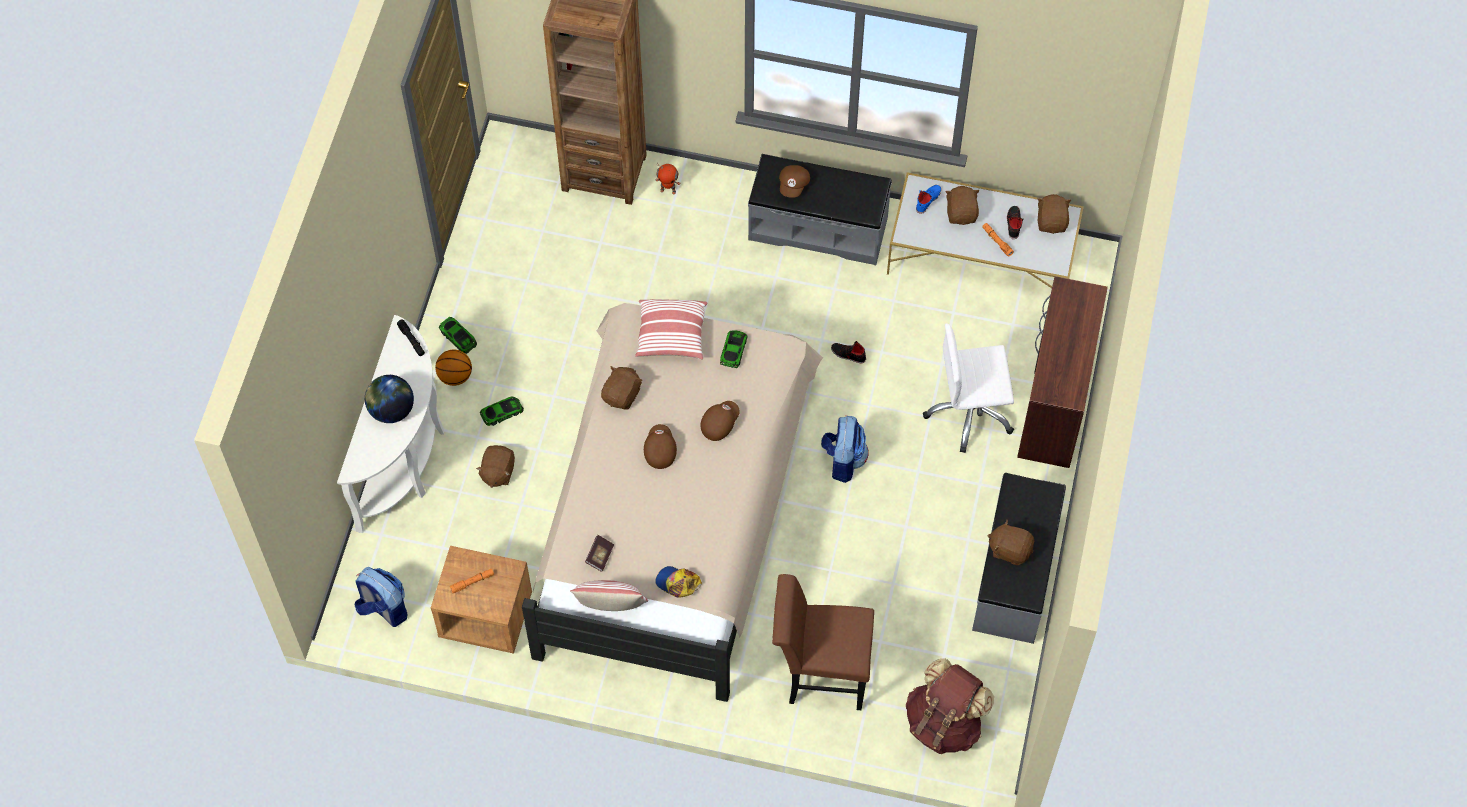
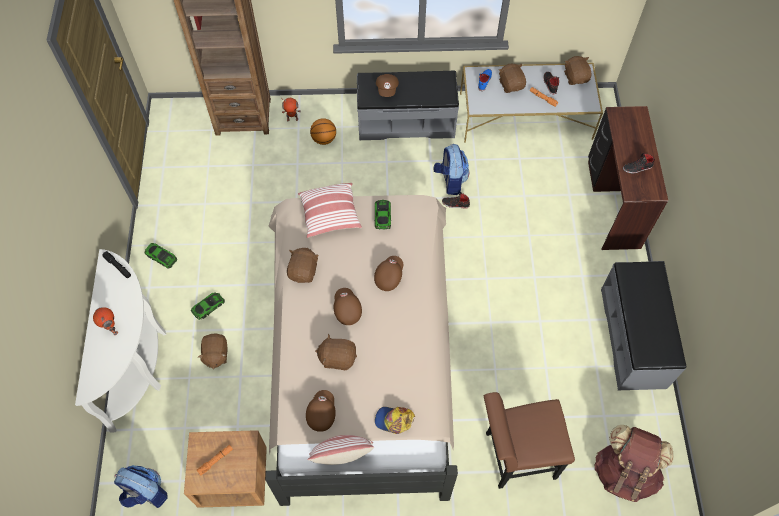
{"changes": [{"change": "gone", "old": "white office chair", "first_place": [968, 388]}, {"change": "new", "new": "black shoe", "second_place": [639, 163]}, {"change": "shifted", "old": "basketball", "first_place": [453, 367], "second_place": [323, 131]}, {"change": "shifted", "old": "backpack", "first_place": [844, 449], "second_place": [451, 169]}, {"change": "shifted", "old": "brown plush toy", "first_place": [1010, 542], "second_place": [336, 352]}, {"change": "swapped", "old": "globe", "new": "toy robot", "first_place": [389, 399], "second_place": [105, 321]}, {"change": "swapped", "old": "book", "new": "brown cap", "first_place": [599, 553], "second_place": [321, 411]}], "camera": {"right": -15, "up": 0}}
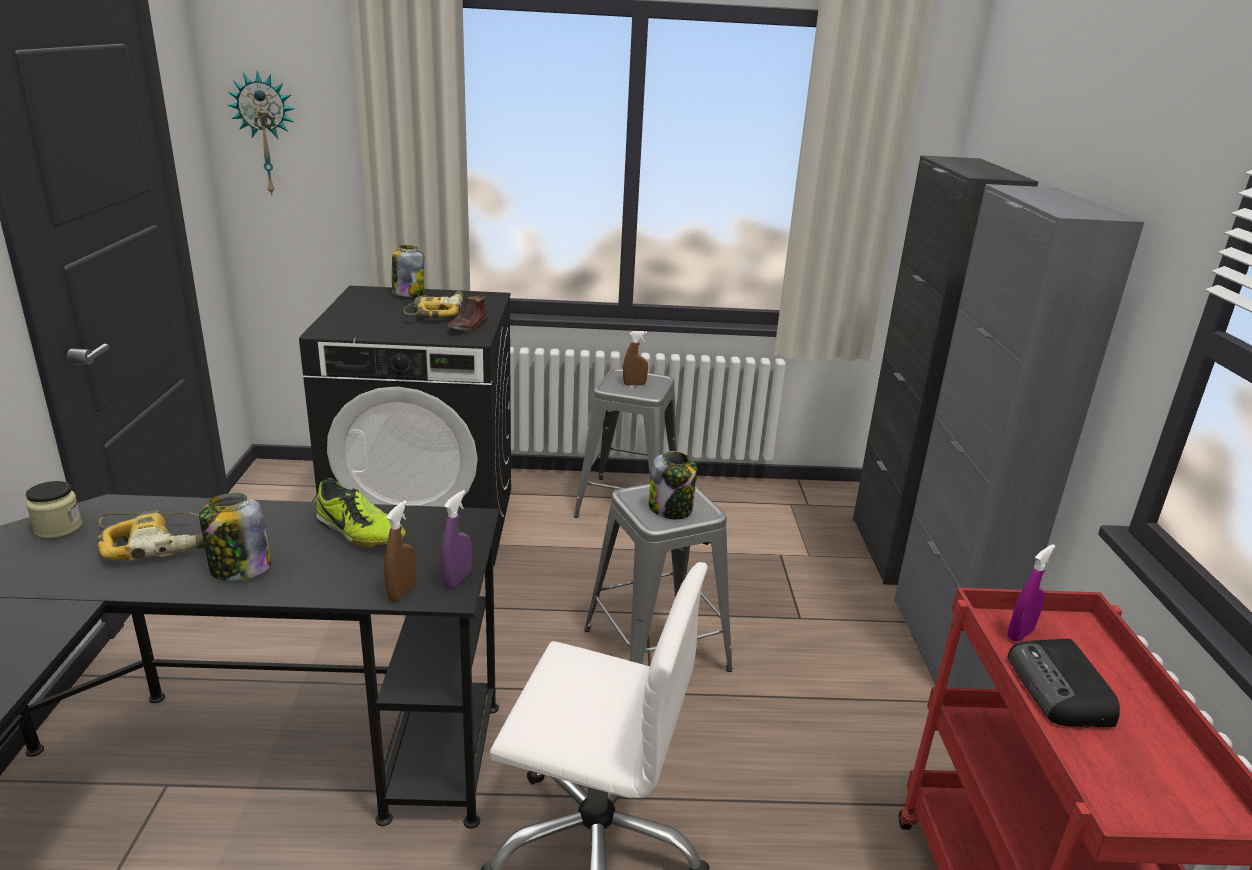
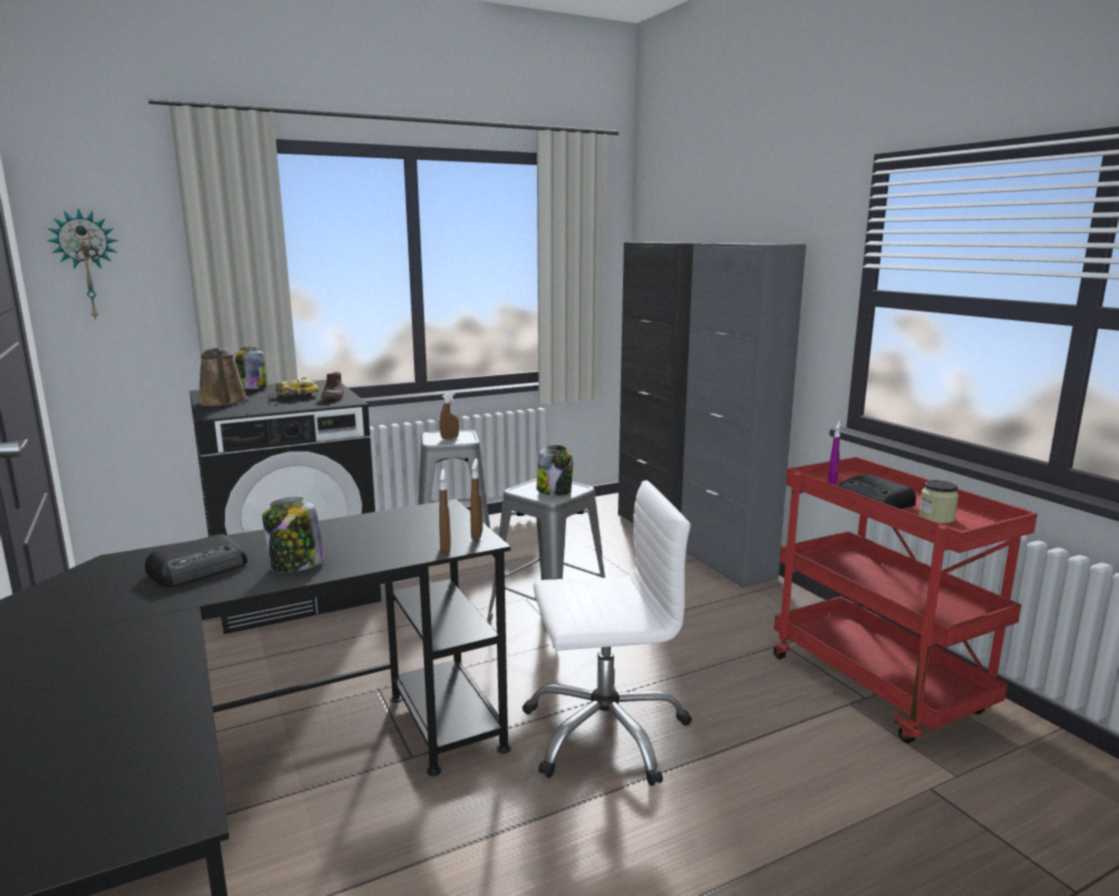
{"changes": [{"change": "gone", "old": "shoe", "first_place": [361, 512]}, {"change": "new", "new": "brown watering can", "second_place": [223, 377]}, {"change": "shifted", "old": "jar", "first_place": [54, 510], "second_place": [939, 501]}, {"change": "swapped", "old": "power drill", "new": "radio", "first_place": [151, 535], "second_place": [196, 560]}, {"change": "repainted", "old": "purple spray bottle", "new": "brown spray bottle", "first_place": [456, 539], "second_place": [476, 499]}], "camera": {"right": -25, "up": -10}}
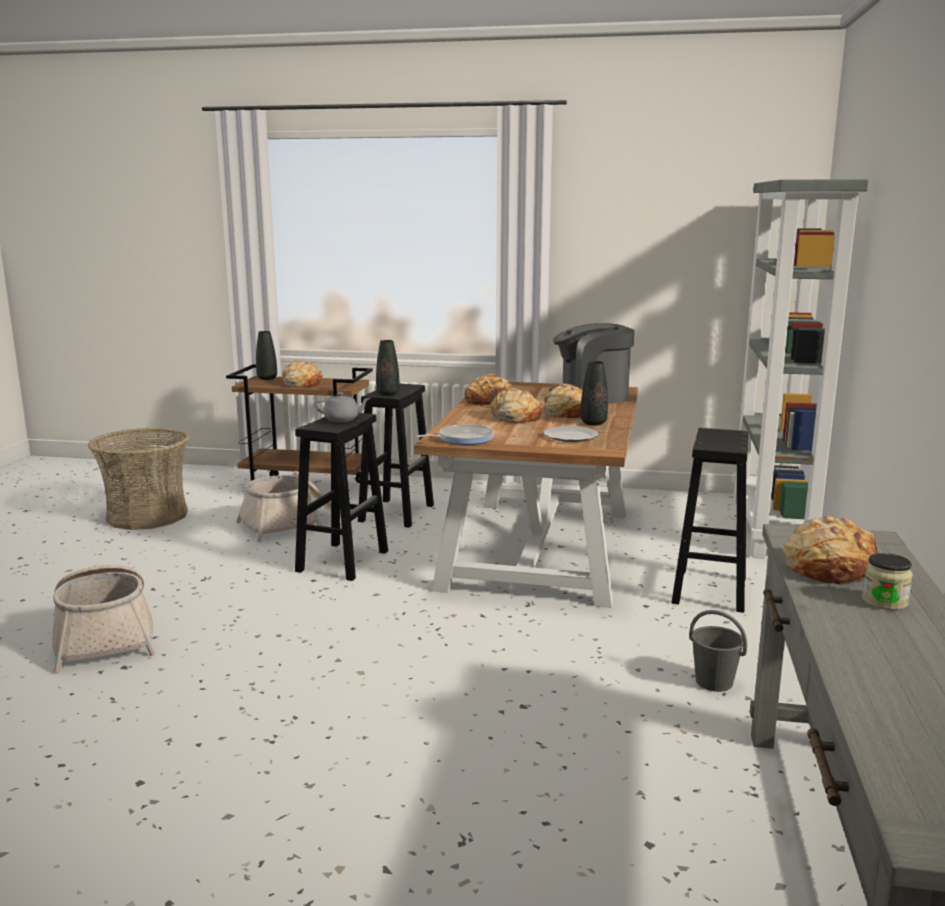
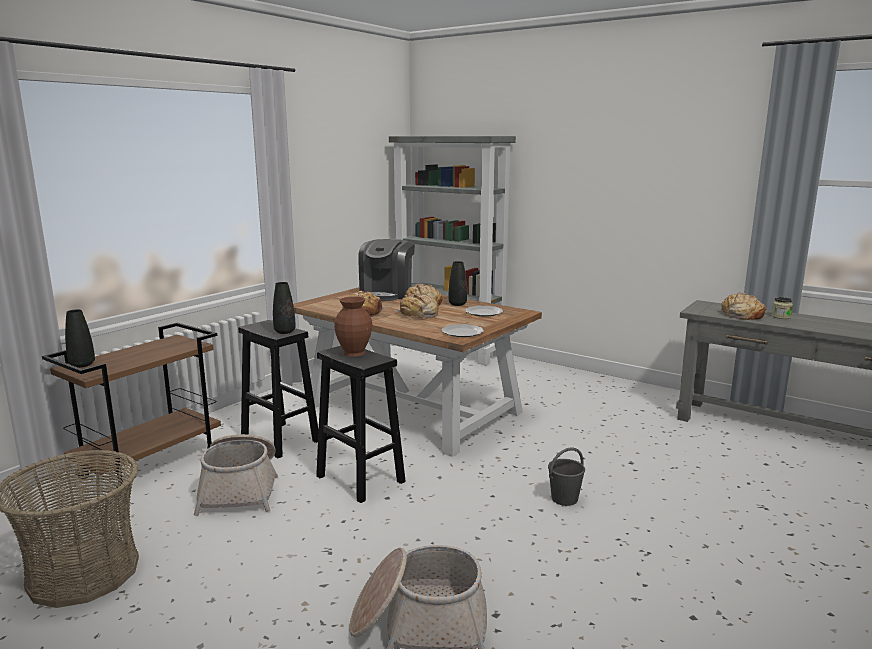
{"changes": [{"change": "gone", "old": "bread", "first_place": [301, 373]}, {"change": "gone", "old": "black stool", "first_place": [710, 520]}, {"change": "shifted", "old": "grey bucket", "first_place": [718, 651], "second_place": [566, 476]}, {"change": "swapped", "old": "grey teapot", "new": "brown vase", "first_place": [342, 407], "second_place": [353, 326]}, {"change": "swapped", "old": "frying pan", "new": "plate", "first_place": [455, 435], "second_place": [462, 330]}], "camera": {"right": -65, "up": 0}}
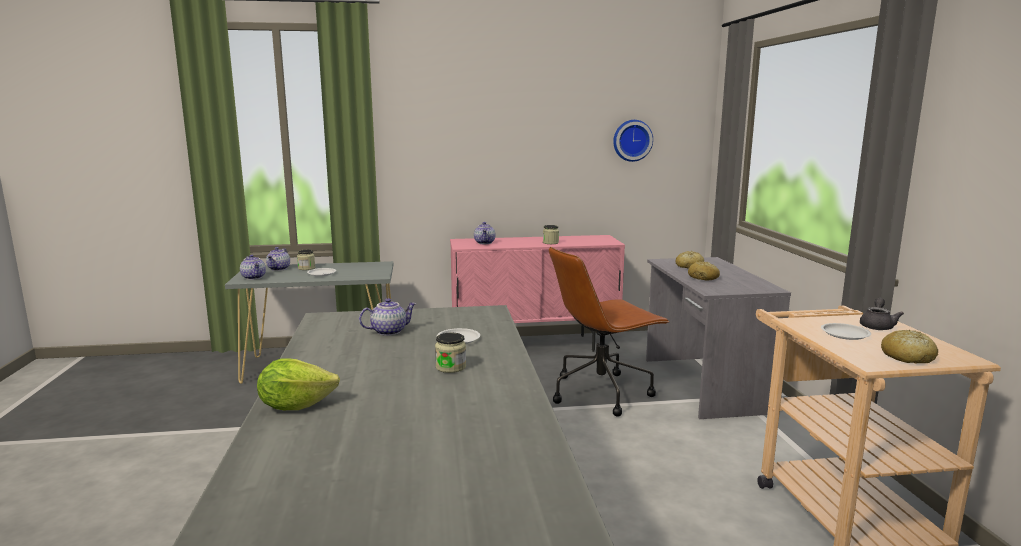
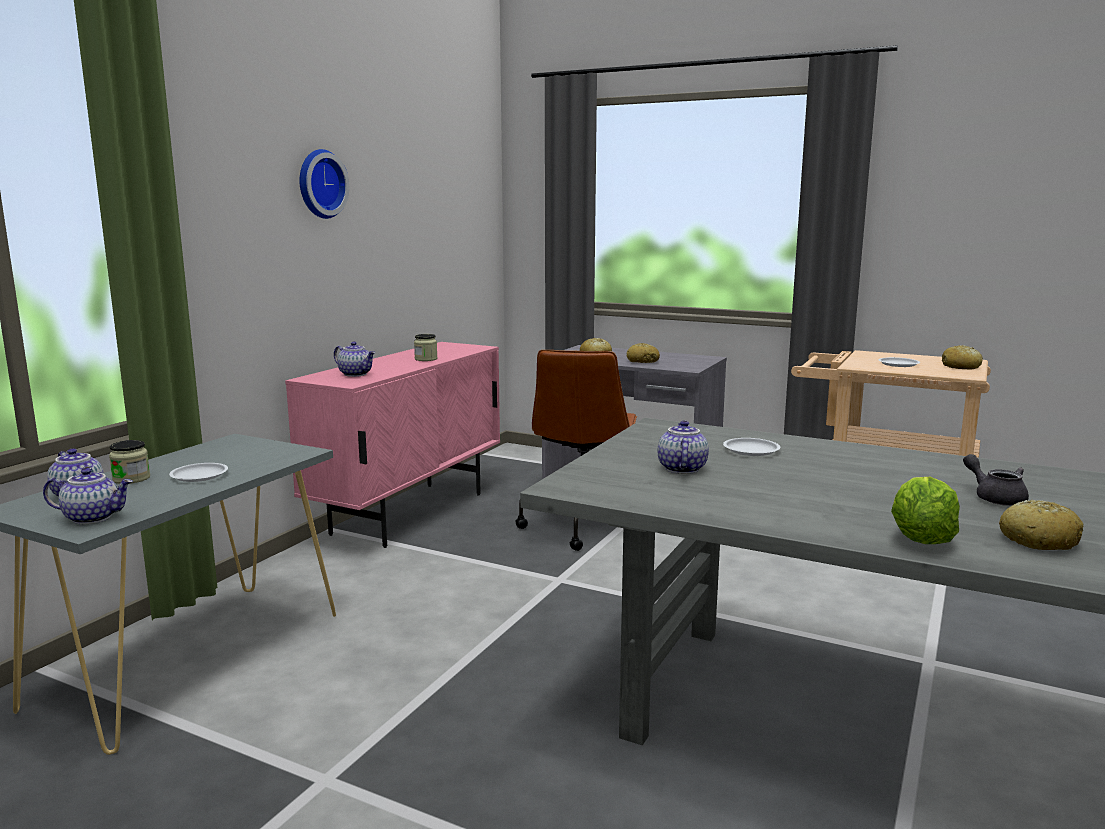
{"changes": [{"change": "gone", "old": "jar", "first_place": [450, 353]}, {"change": "new", "new": "bread", "second_place": [1041, 525]}, {"change": "shifted", "old": "wall clock", "first_place": [633, 141], "second_place": [324, 184]}, {"change": "shifted", "old": "grey teapot", "first_place": [882, 314], "second_place": [996, 480]}], "camera": {"right": -55, "up": 0}}
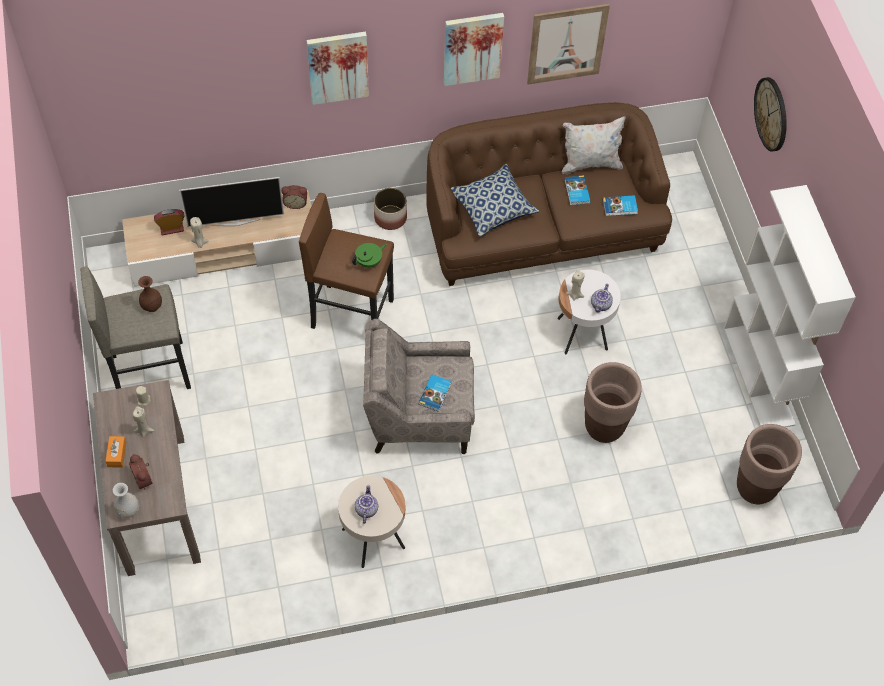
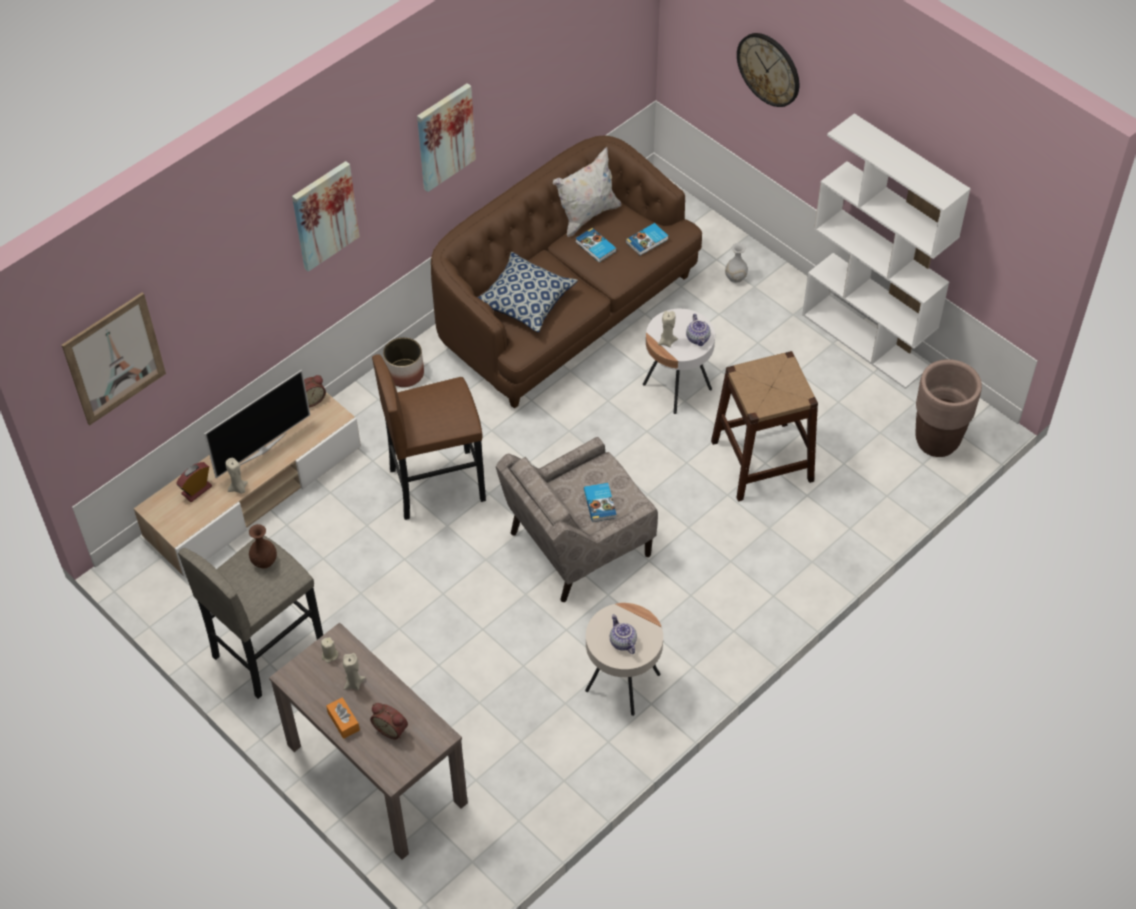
{"changes": [{"change": "gone", "old": "green teapot", "first_place": [369, 255]}, {"change": "shifted", "old": "white vase", "first_place": [126, 500], "second_place": [736, 263]}, {"change": "shifted", "old": "picture", "first_place": [568, 44], "second_place": [114, 358]}, {"change": "swapped", "old": "brown planter", "new": "brown stool", "first_place": [613, 402], "second_place": [764, 426]}], "camera": {"right": -30, "up": -5}}
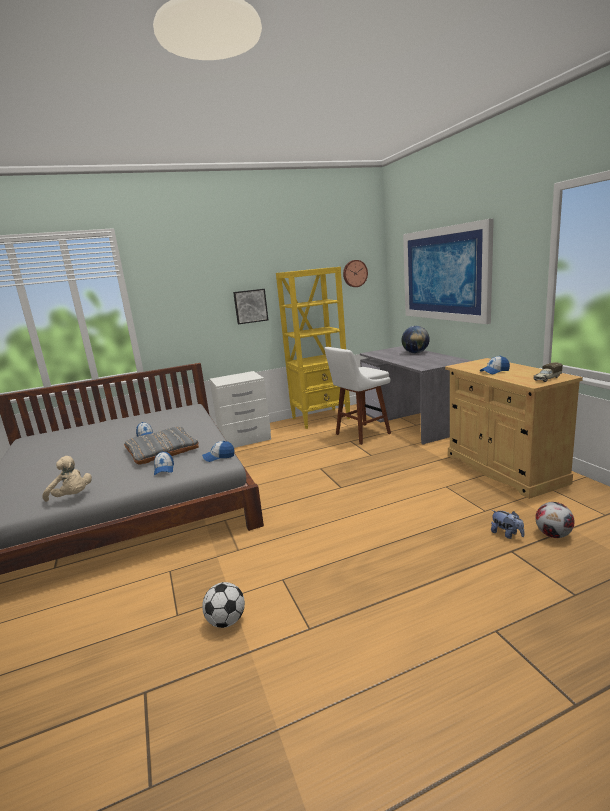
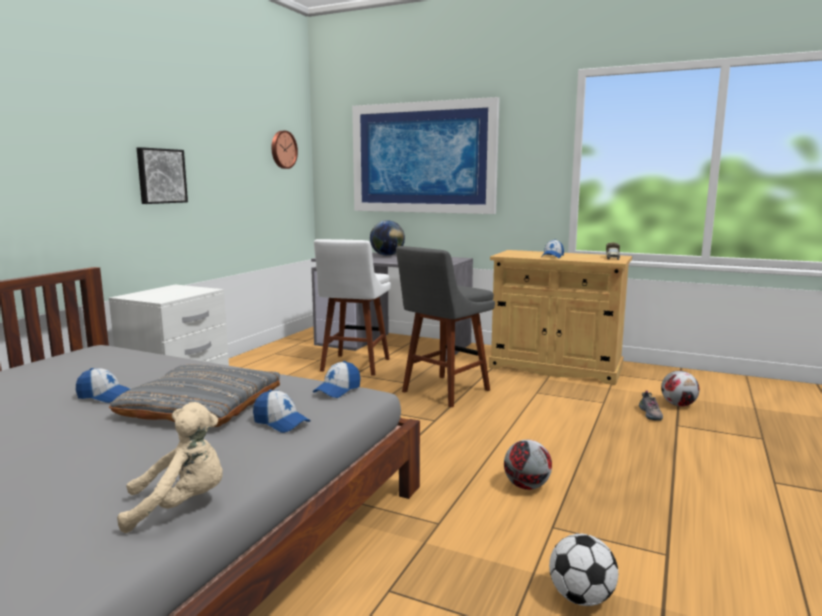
{"changes": [{"change": "gone", "old": "yellow bookcase", "first_place": [313, 348]}, {"change": "new", "new": "grey stool", "second_place": [445, 326]}, {"change": "new", "new": "football", "second_place": [528, 465]}, {"change": "swapped", "old": "plush toy", "new": "shoe", "first_place": [507, 524], "second_place": [651, 406]}], "camera": {"right": -45, "up": -5}}
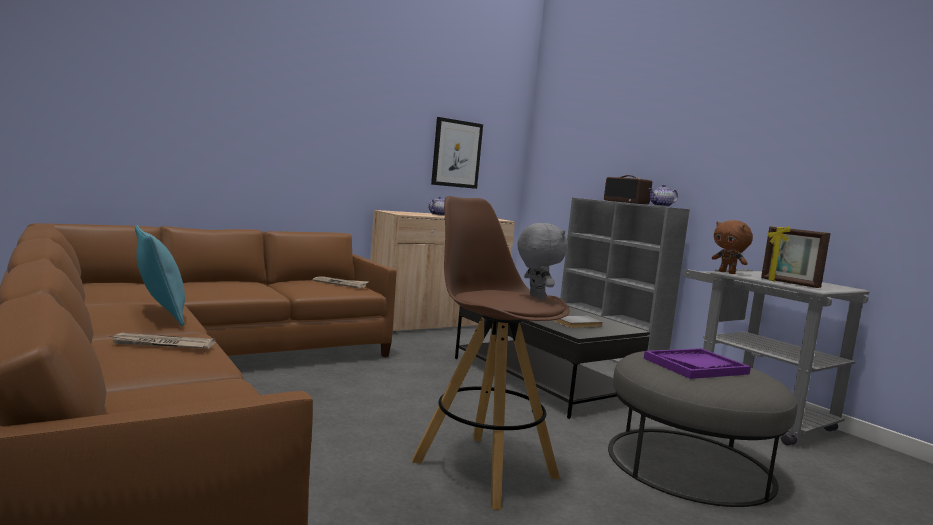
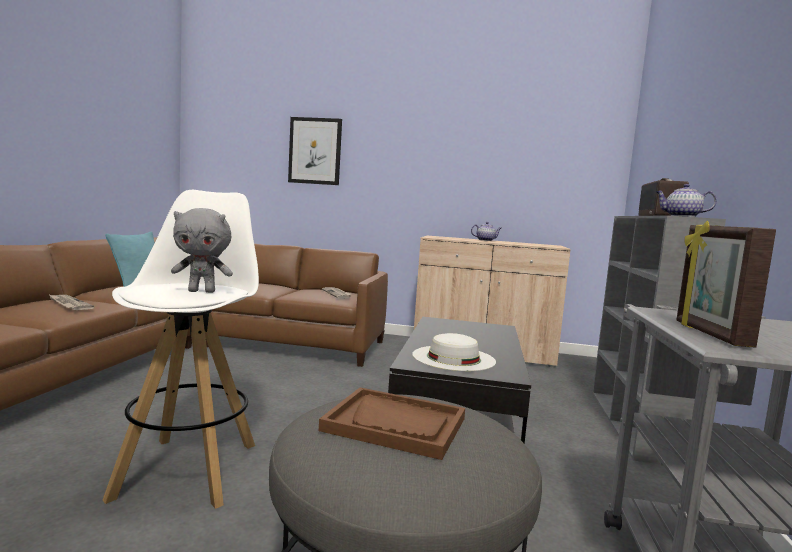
{"changes": [{"change": "gone", "old": "brown plush toy", "first_place": [732, 247]}, {"change": "shifted", "old": "picture", "first_place": [457, 153], "second_place": [315, 151]}, {"change": "swapped", "old": "grey book", "new": "white hat", "first_place": [578, 321], "second_place": [454, 352]}, {"change": "repainted", "old": "brown stool", "new": "white stool", "first_place": [491, 353], "second_place": [181, 349]}, {"change": "repainted", "old": "purple tray", "new": "brown tray", "first_place": [697, 363], "second_place": [392, 424]}, {"change": "rotated", "old": "grey plush toy", "first_place": [542, 261], "second_place": [202, 250], "degrees": 60}], "camera": {"right": 45, "up": 0}}
